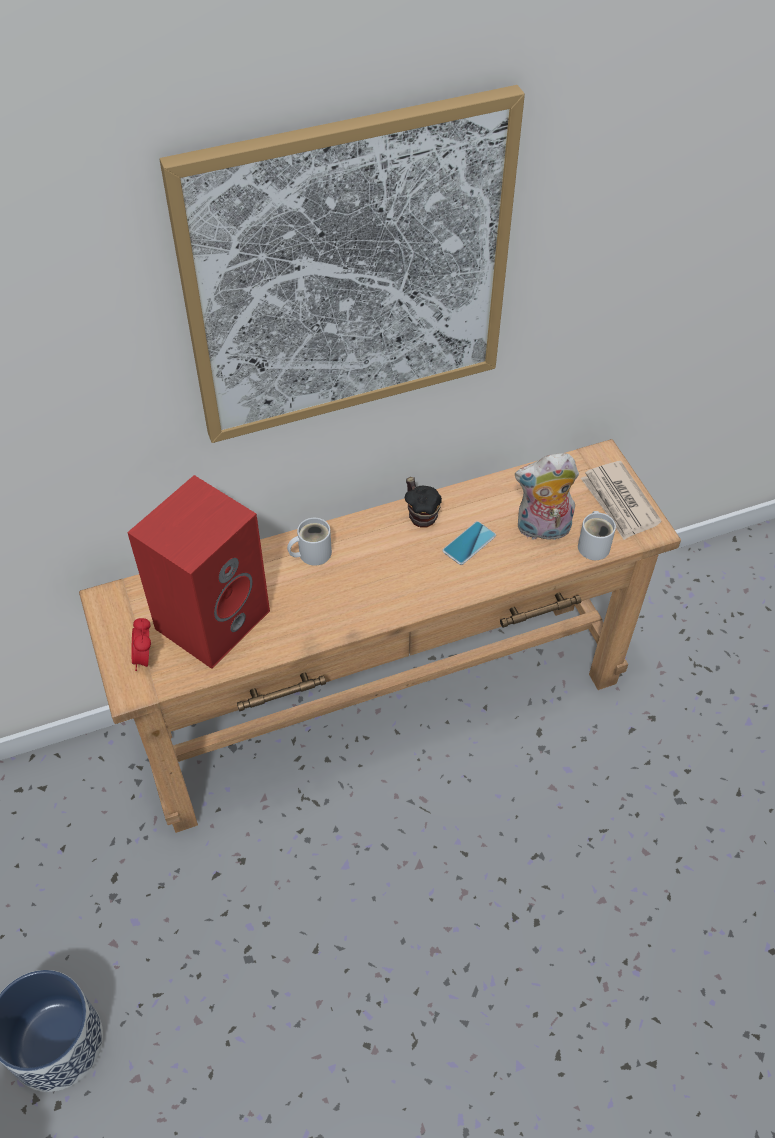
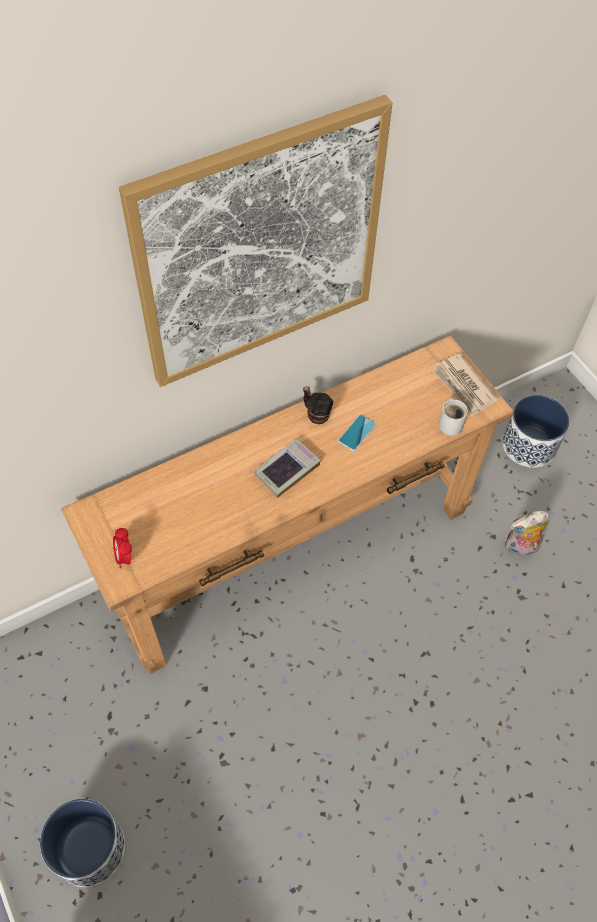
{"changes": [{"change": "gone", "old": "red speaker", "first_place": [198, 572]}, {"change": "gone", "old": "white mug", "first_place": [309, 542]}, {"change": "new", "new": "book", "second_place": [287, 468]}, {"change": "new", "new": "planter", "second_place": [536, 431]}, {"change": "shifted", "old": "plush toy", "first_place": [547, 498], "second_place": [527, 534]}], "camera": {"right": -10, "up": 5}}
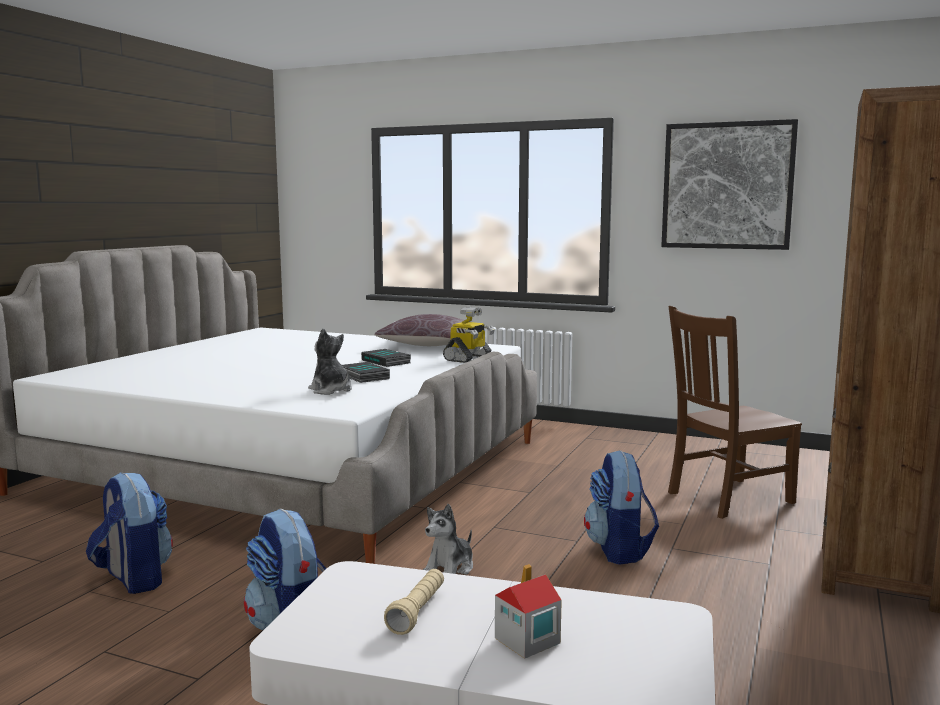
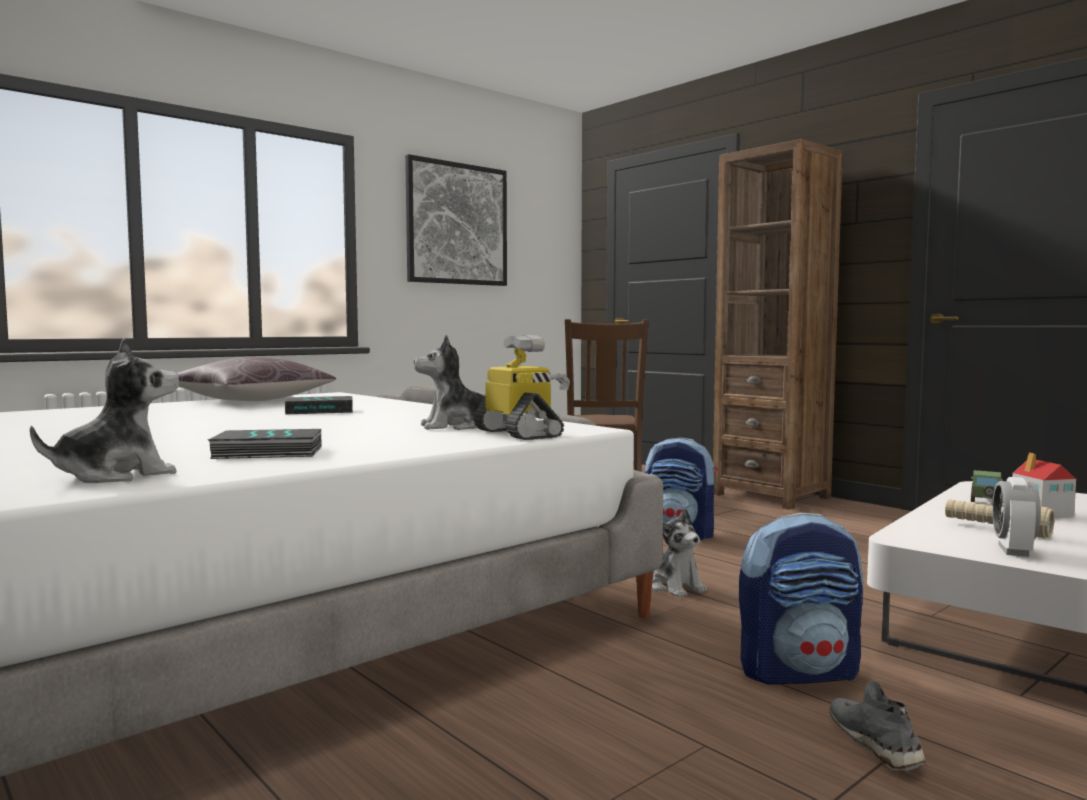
{"changes": [{"change": "gone", "old": "backpack", "first_place": [129, 533]}, {"change": "new", "new": "plush toy", "second_place": [104, 410]}, {"change": "new", "new": "grey shoe", "second_place": [878, 726]}, {"change": "new", "new": "toy car", "second_place": [987, 486]}, {"change": "new", "new": "alarm clock", "second_place": [1016, 517]}, {"change": "shifted", "old": "book", "first_place": [366, 372], "second_place": [264, 444]}, {"change": "shifted", "old": "toy robot", "first_place": [469, 335], "second_place": [521, 387]}], "camera": {"right": -65, "up": -5}}
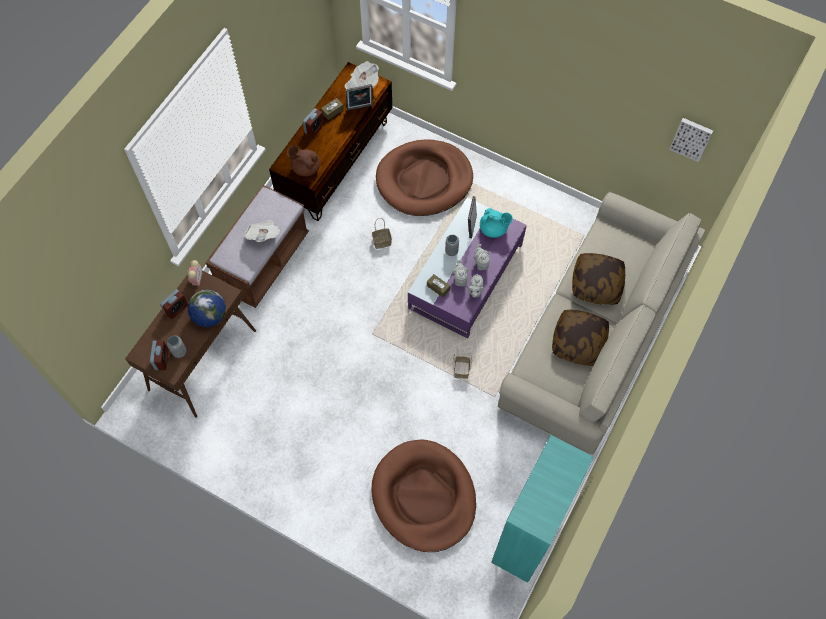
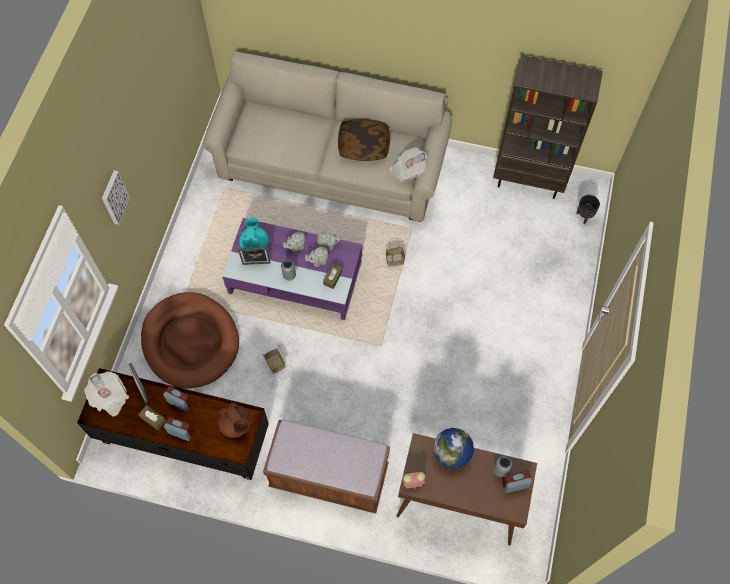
{"changes": [{"change": "gone", "old": "brown dog bed", "first_place": [423, 495]}, {"change": "gone", "old": "pillow", "first_place": [598, 279]}, {"change": "new", "new": "black planter", "second_place": [588, 209]}, {"change": "shifted", "old": "alarm clock", "first_place": [174, 304], "second_place": [177, 399]}, {"change": "shifted", "old": "newspaper", "first_place": [262, 230], "second_place": [409, 165]}, {"change": "shifted", "old": "picture", "first_place": [691, 140], "second_place": [116, 197]}, {"change": "repainted", "old": "turquoise bookcase", "new": "brown bookcase", "first_place": [542, 509], "second_place": [548, 127]}, {"change": "rotated", "old": "brown teapot", "first_place": [303, 161], "second_place": [235, 420], "degrees": -45}], "camera": {"right": -105, "up": 0}}
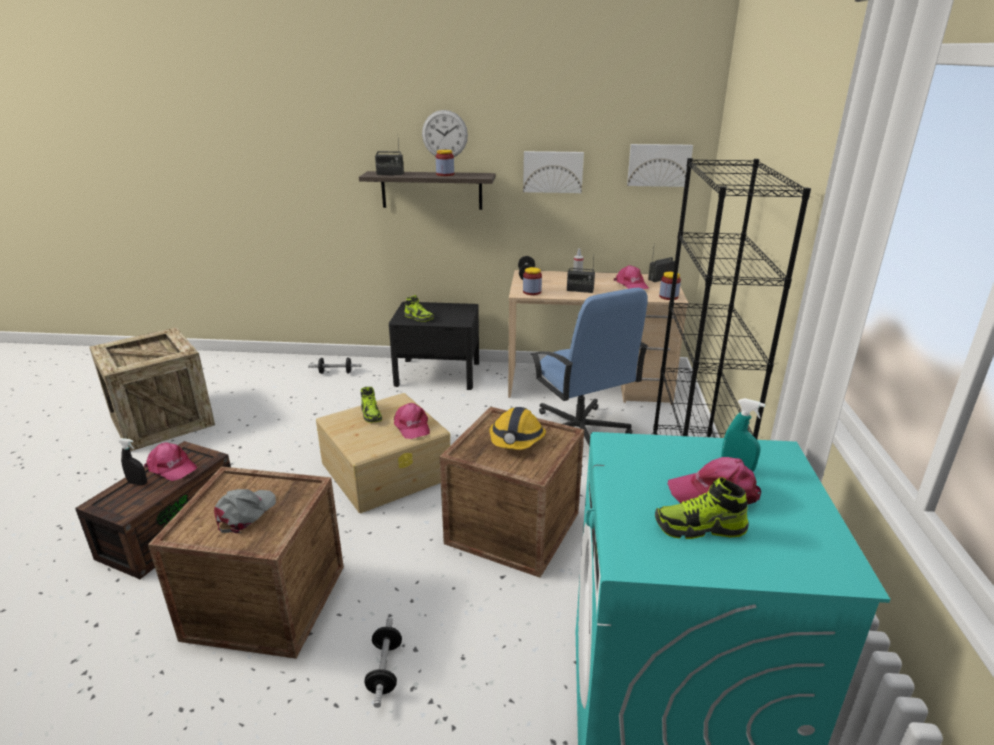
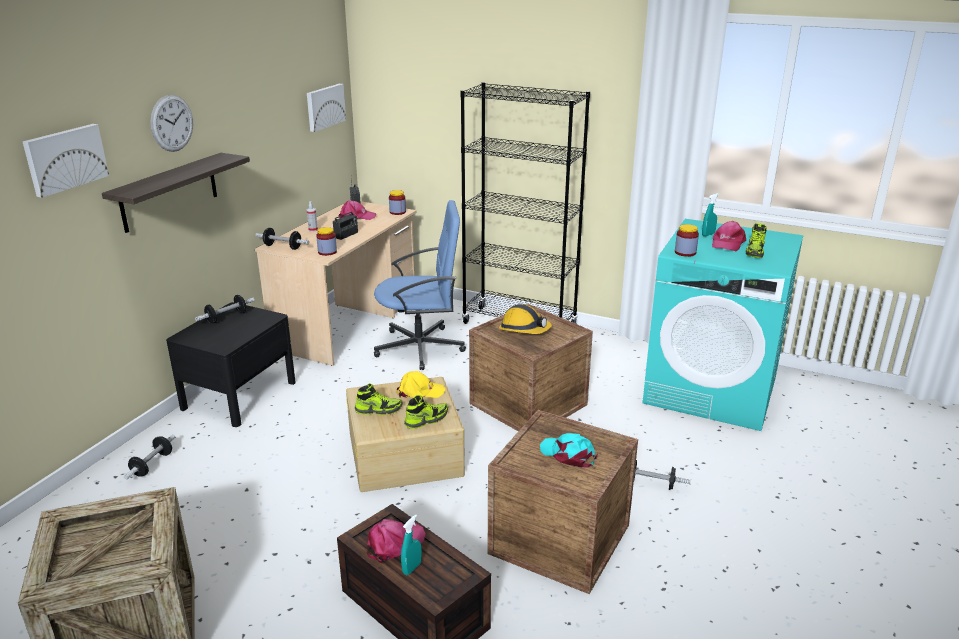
{"changes": [{"change": "gone", "old": "radio", "first_place": [389, 158]}, {"change": "new", "new": "dumbbell", "second_place": [225, 309]}, {"change": "shifted", "old": "shoe", "first_place": [419, 308], "second_place": [426, 412]}, {"change": "shifted", "old": "jar", "first_place": [445, 163], "second_place": [687, 240]}, {"change": "shifted", "old": "picture", "first_place": [553, 172], "second_place": [66, 161]}, {"change": "repainted", "old": "black spray bottle", "new": "turquoise spray bottle", "first_place": [133, 461], "second_place": [411, 544]}, {"change": "repainted", "old": "grey cap", "new": "turquoise cap", "first_place": [245, 511], "second_place": [569, 450]}, {"change": "repainted", "old": "pink cap", "new": "yellow cap", "first_place": [412, 421], "second_place": [420, 384]}], "camera": {"right": -70, "up": 0}}
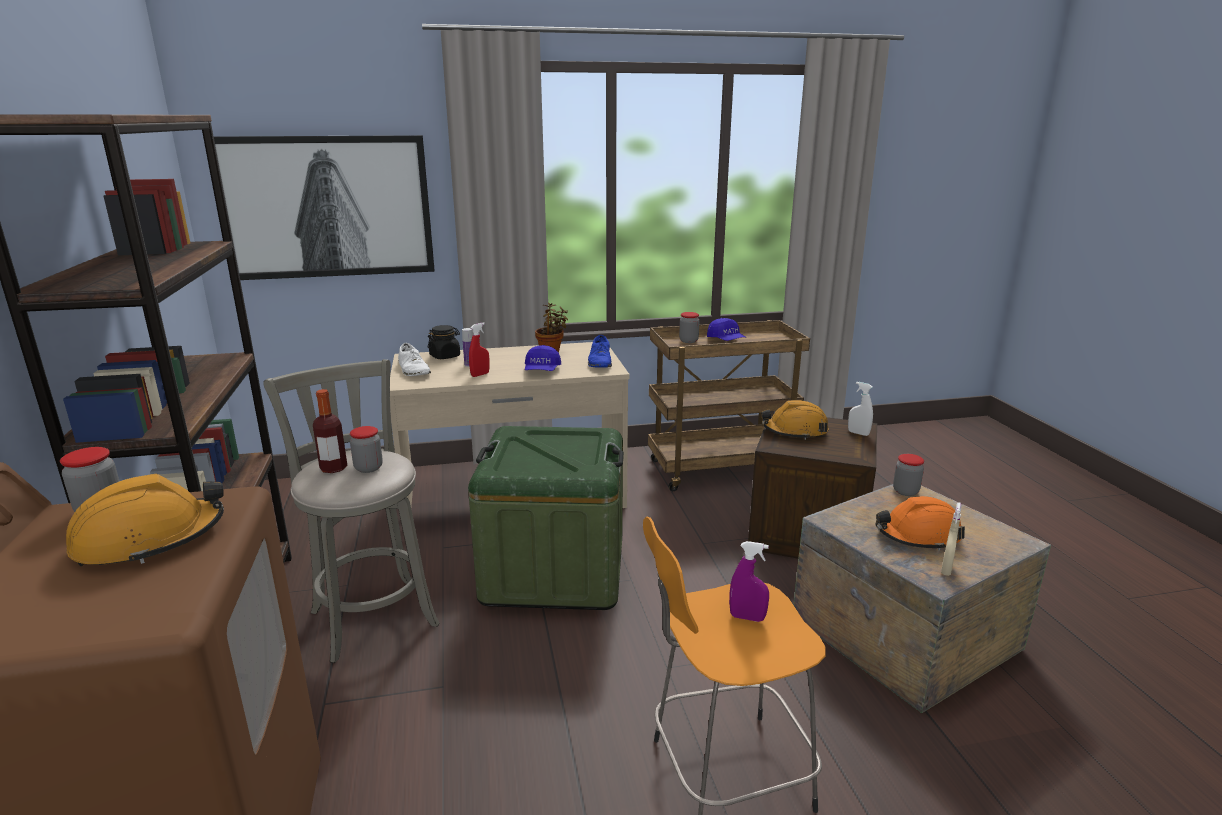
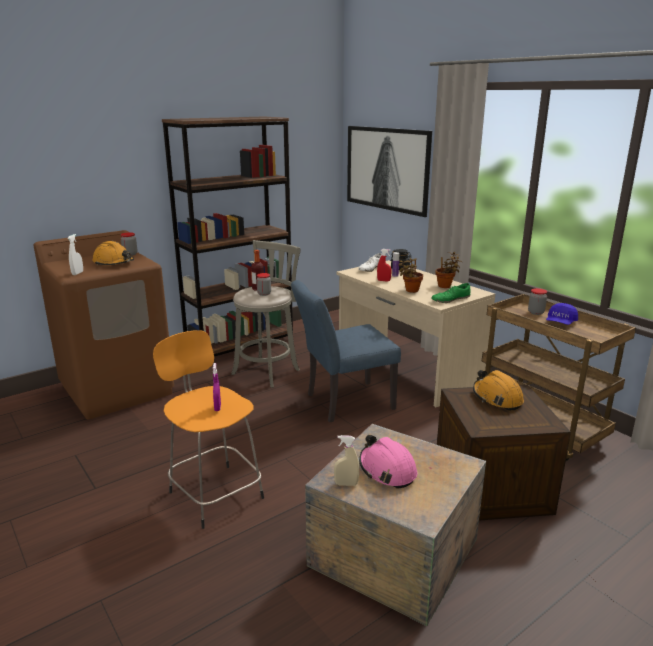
{"changes": [{"change": "gone", "old": "jar", "first_place": [908, 475]}, {"change": "shifted", "old": "white spray bottle", "first_place": [860, 409], "second_place": [75, 254]}, {"change": "swapped", "old": "green storage box", "new": "blue chair", "first_place": [546, 518], "second_place": [346, 351]}, {"change": "swapped", "old": "blue cap", "new": "potted plant", "first_place": [543, 358], "second_place": [410, 275]}, {"change": "repainted", "old": "blue shoe", "new": "green shoe", "first_place": [600, 351], "second_place": [451, 293]}, {"change": "repainted", "old": "orange hard hat", "new": "pink hard hat", "first_place": [920, 523], "second_place": [388, 462]}], "camera": {"right": 65, "up": 0}}
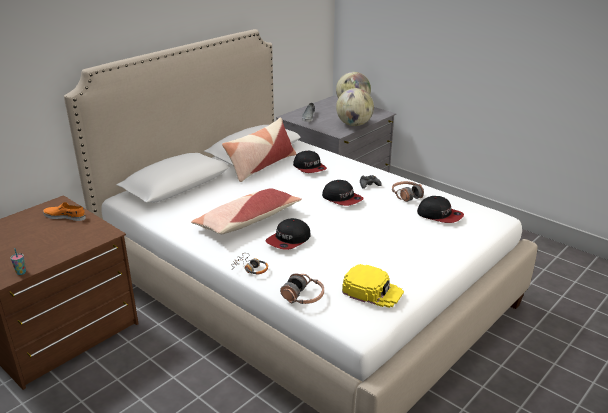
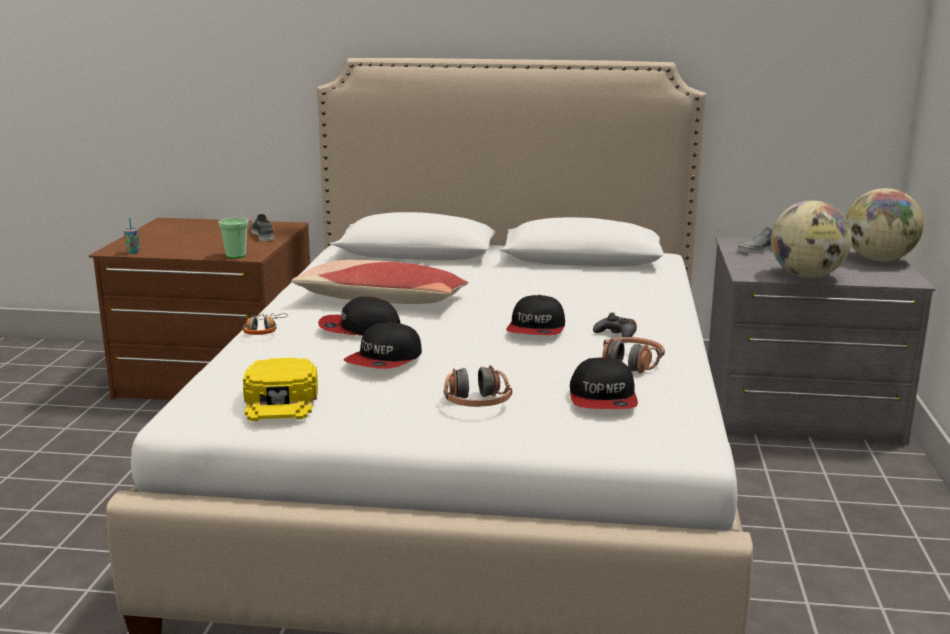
{"changes": [{"change": "gone", "old": "pillow", "first_place": [259, 149]}, {"change": "new", "new": "cup", "second_place": [233, 238]}, {"change": "shifted", "old": "headphones", "first_place": [302, 288], "second_place": [478, 386]}, {"change": "shifted", "old": "cap", "first_place": [310, 162], "second_place": [383, 345]}, {"change": "repainted", "old": "orange shoe", "new": "grey shoe", "first_place": [64, 211], "second_place": [262, 227]}], "camera": {"right": 55, "up": -10}}
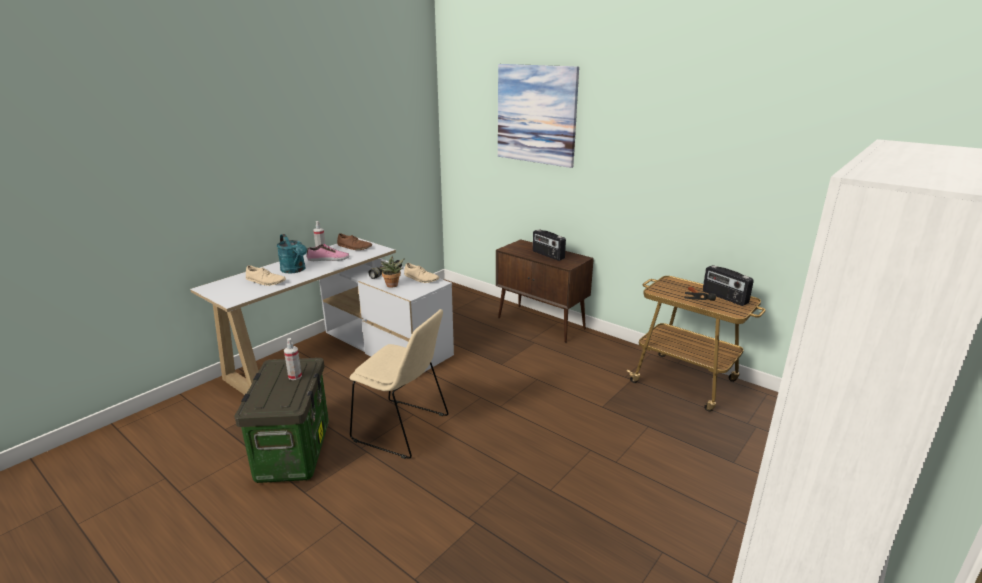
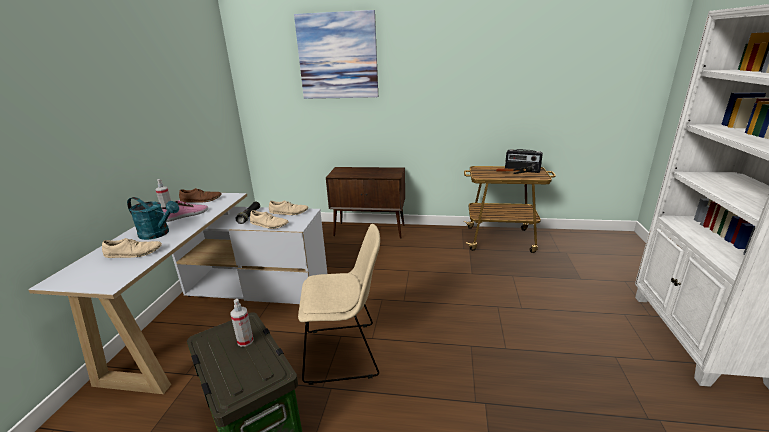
{"changes": [{"change": "gone", "old": "radio", "first_place": [549, 245]}, {"change": "swapped", "old": "potted plant", "new": "beige shoe", "first_place": [392, 272], "second_place": [269, 219]}], "camera": {"right": -30, "up": 0}}
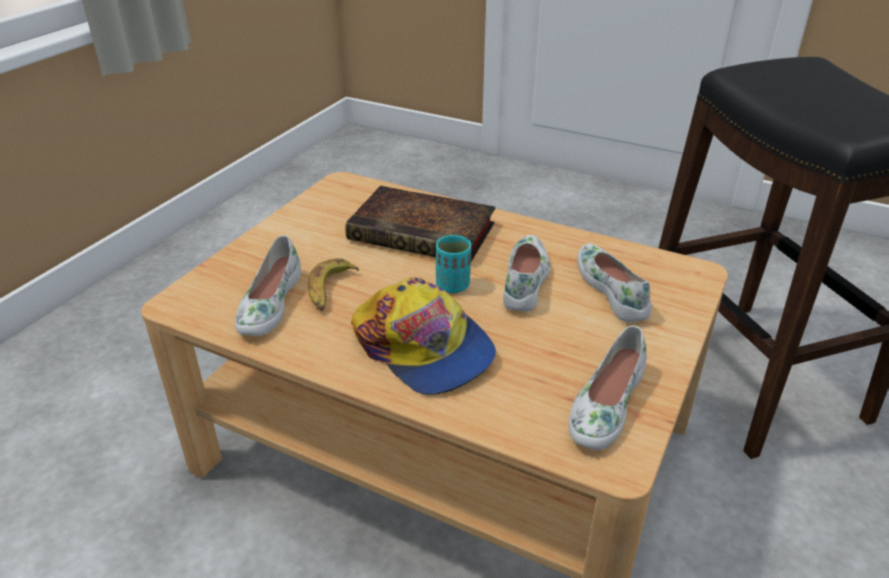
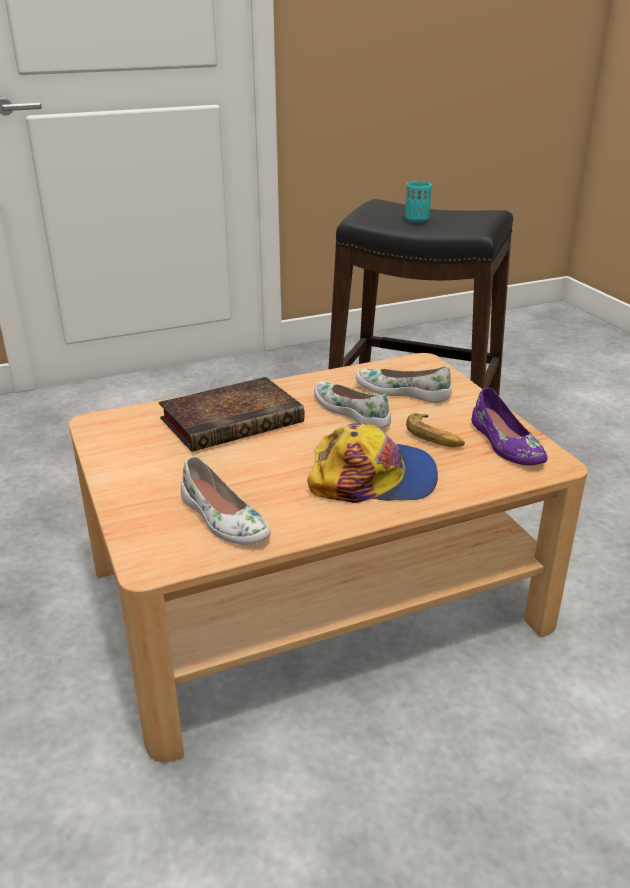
{"changes": [{"change": "shifted", "old": "banana", "first_place": [333, 284], "second_place": [435, 430]}, {"change": "shifted", "old": "turquoise cup", "first_place": [453, 264], "second_place": [418, 201]}, {"change": "repainted", "old": "white shoe", "new": "purple shoe", "first_place": [608, 387], "second_place": [509, 426]}], "camera": {"right": -50, "up": -5}}
